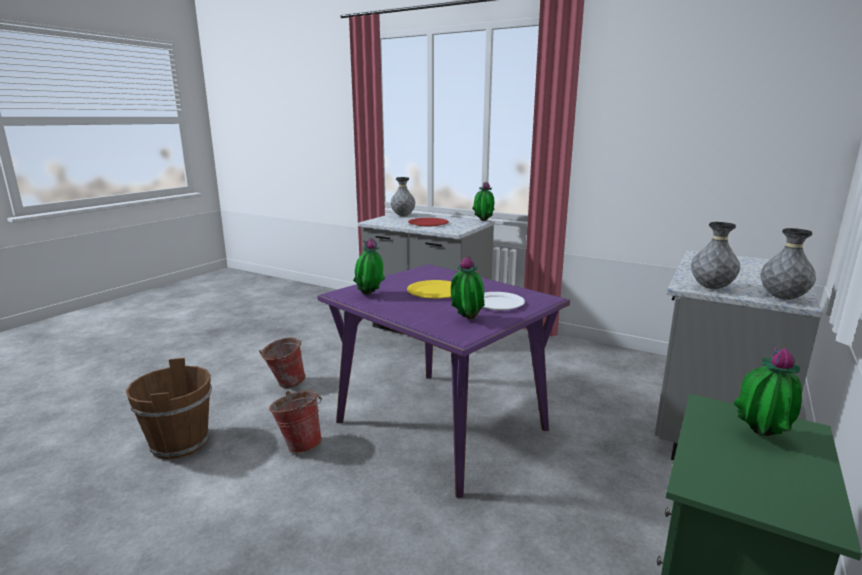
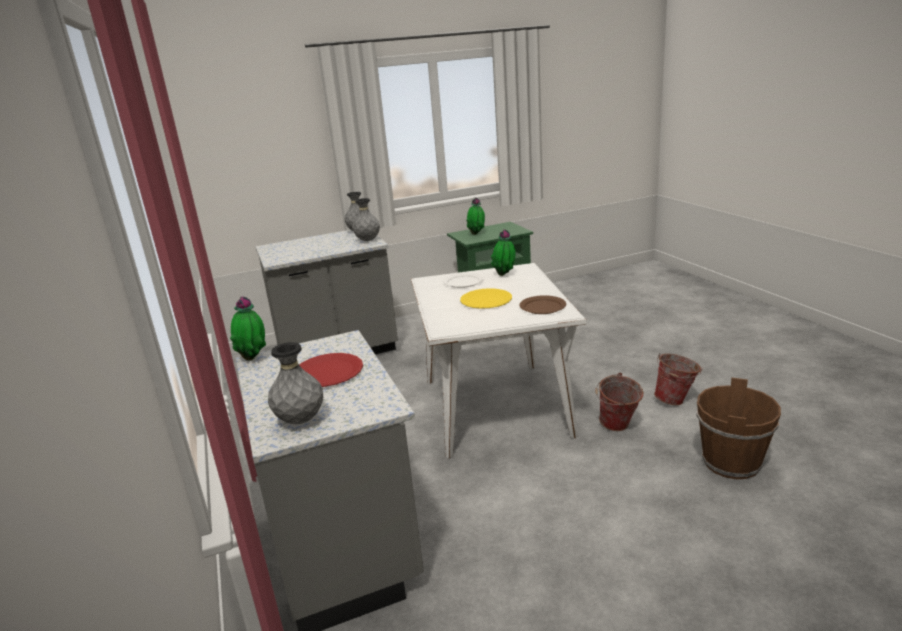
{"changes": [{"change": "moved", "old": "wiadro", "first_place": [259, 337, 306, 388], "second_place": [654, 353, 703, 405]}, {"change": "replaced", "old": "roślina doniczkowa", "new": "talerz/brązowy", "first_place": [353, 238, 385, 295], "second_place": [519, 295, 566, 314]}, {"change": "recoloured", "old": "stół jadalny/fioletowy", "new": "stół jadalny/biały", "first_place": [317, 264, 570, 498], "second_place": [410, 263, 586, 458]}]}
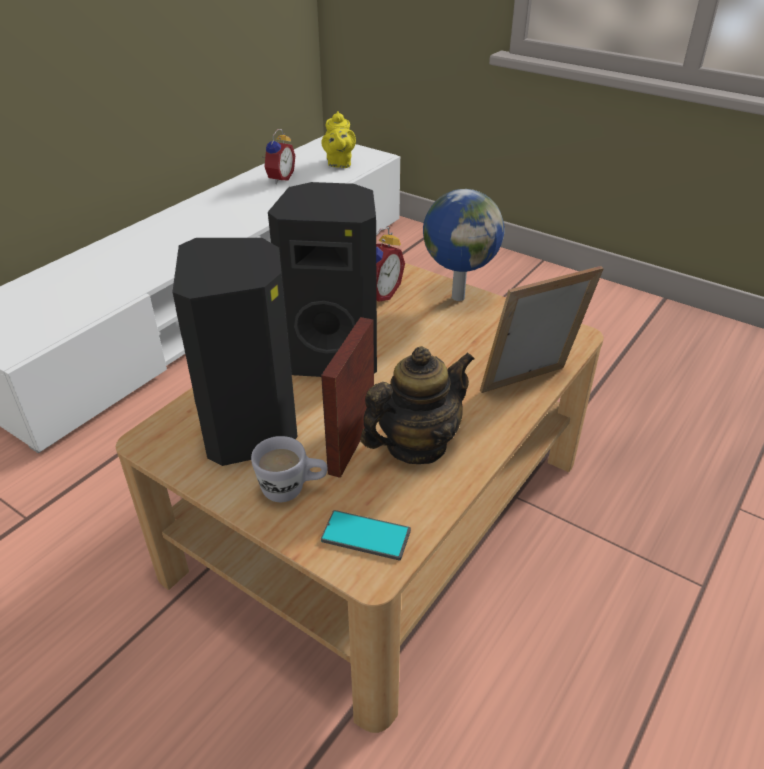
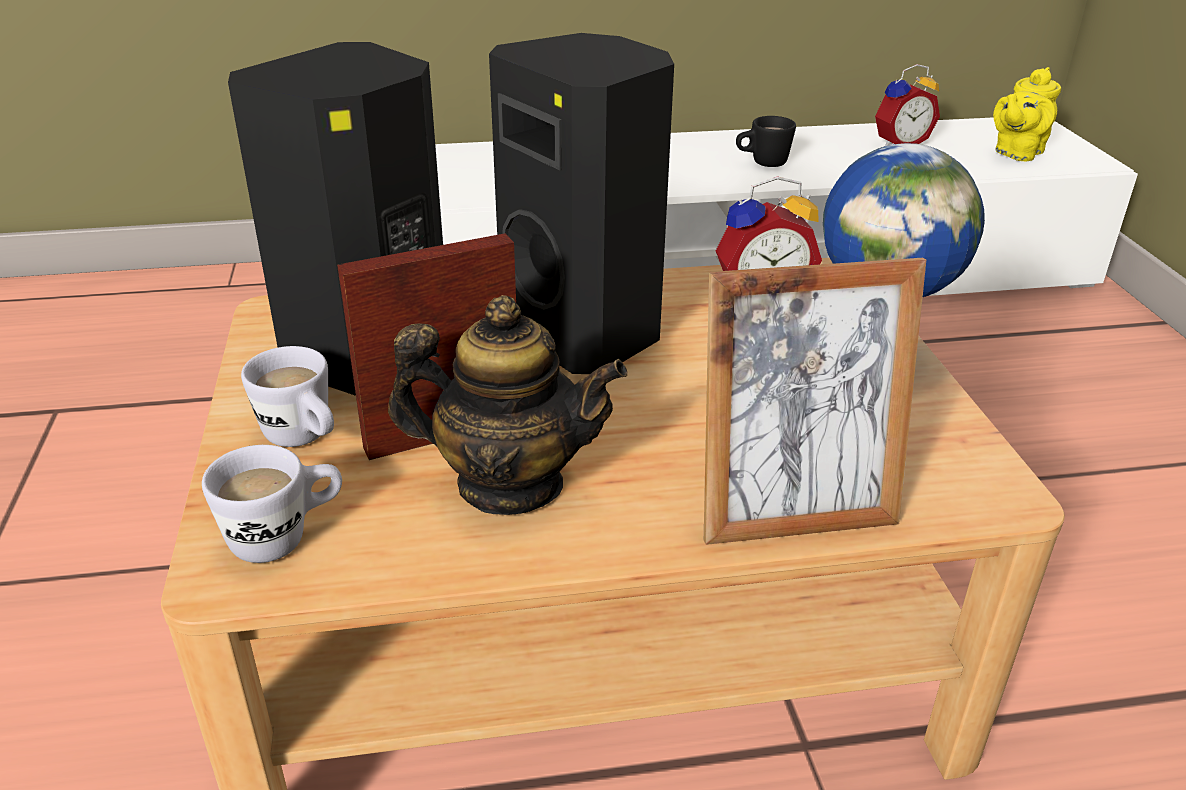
{"changes": [{"change": "added", "new": "kubek/czarny", "second_place": [736, 116, 796, 167]}, {"change": "replaced", "old": "telefon", "new": "kubek/biały", "first_place": [321, 510, 411, 560], "second_place": [202, 445, 342, 563]}, {"change": "turned", "old": "ramka na zdjęcie", "first_place": [480, 266, 604, 393], "second_place": [704, 258, 926, 545], "degrees": 150}]}
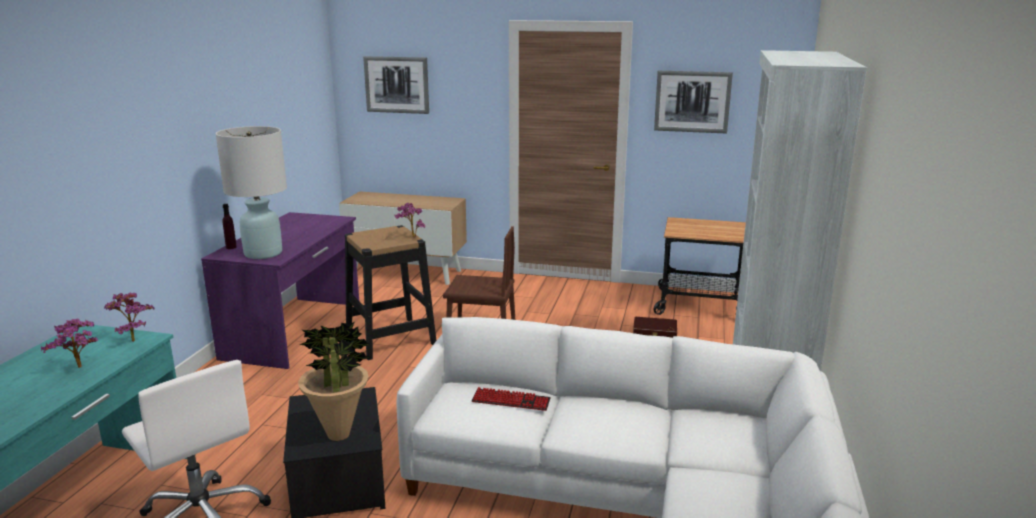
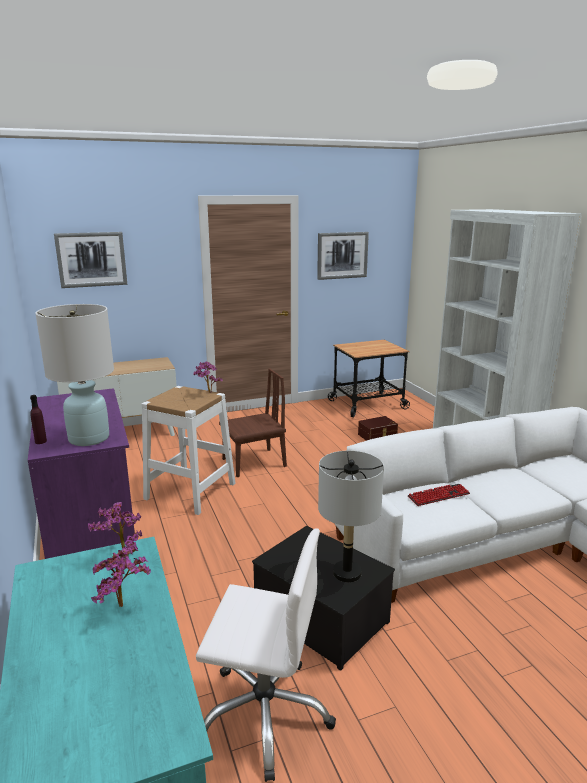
{"changes": [{"change": "replaced", "old": "roślina doniczkowa", "new": "lampa stołowa/szary", "first_place": [298, 322, 371, 441], "second_place": [318, 451, 384, 582]}, {"change": "recoloured", "old": "stołek/czarny", "new": "stołek/biały", "first_place": [345, 225, 437, 360], "second_place": [142, 386, 236, 515]}]}
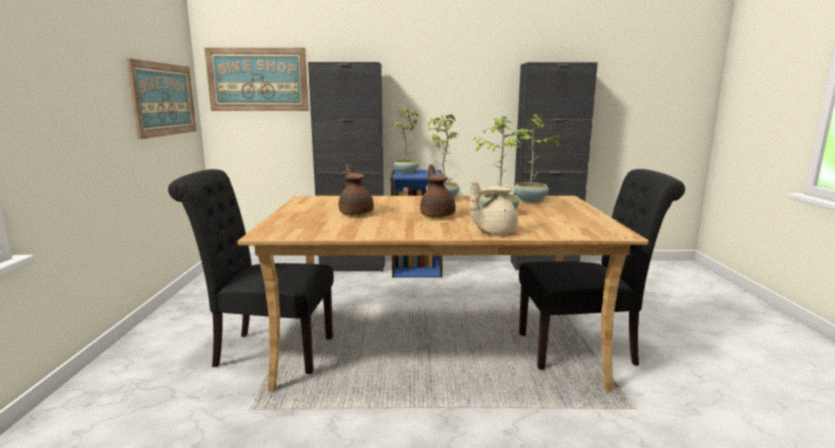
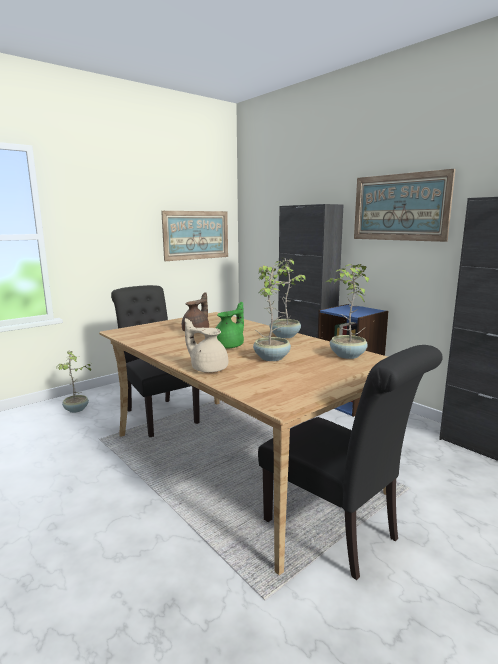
{"changes": [{"change": "moved", "old": "obraz", "first_place": [205, 48, 309, 111], "second_place": [354, 169, 456, 242]}, {"change": "moved", "old": "roślina doniczkowa", "first_place": [394, 108, 419, 174], "second_place": [56, 350, 94, 413]}, {"change": "recoloured", "old": "imbryk/brązowy", "new": "imbryk/zielony", "first_place": [420, 164, 456, 218], "second_place": [216, 302, 244, 348]}]}
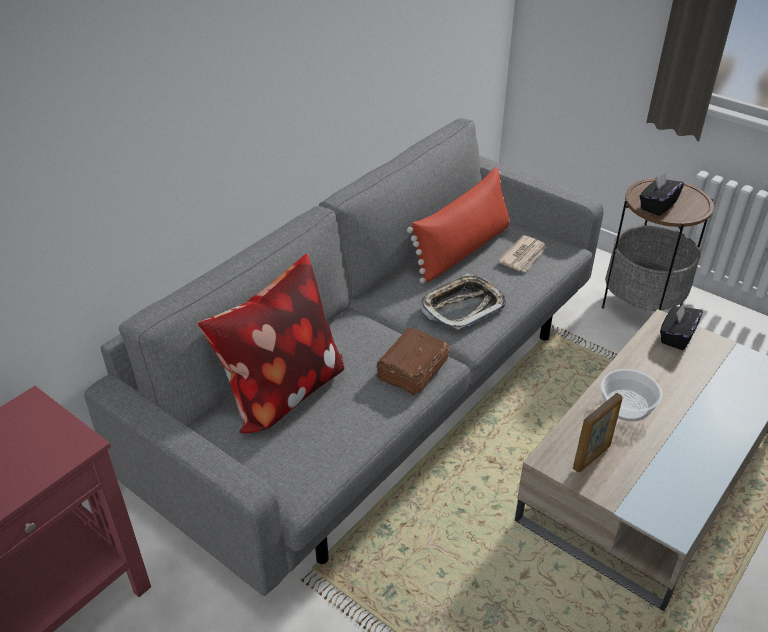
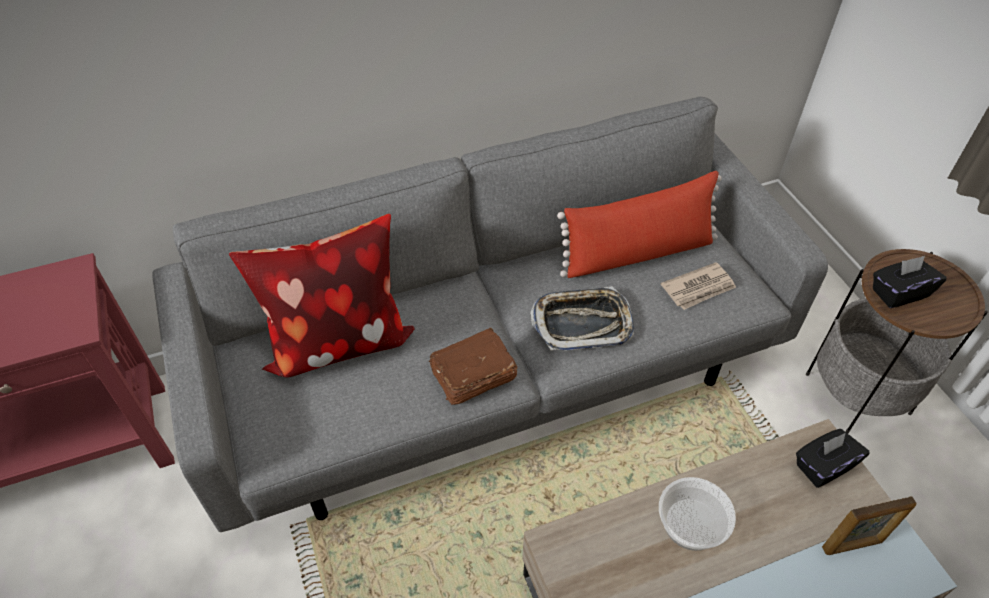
{"changes": [{"change": "moved", "old": "ramka na zdjęcie", "first_place": [573, 393, 623, 472], "second_place": [822, 496, 916, 555]}]}
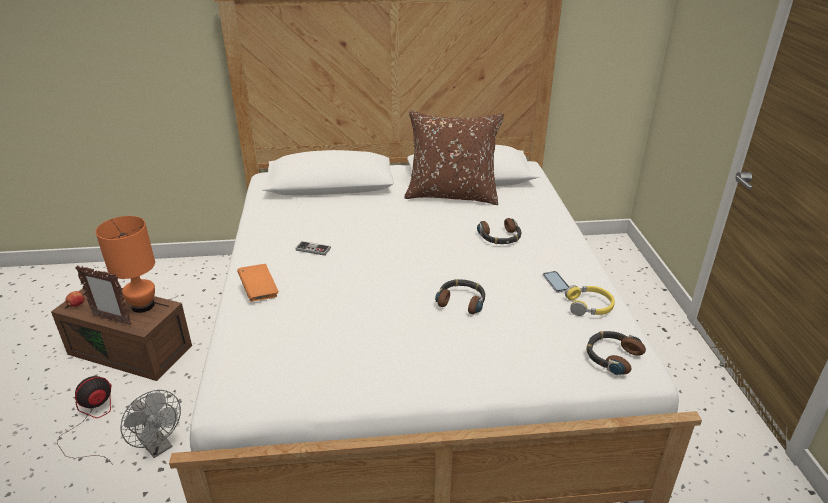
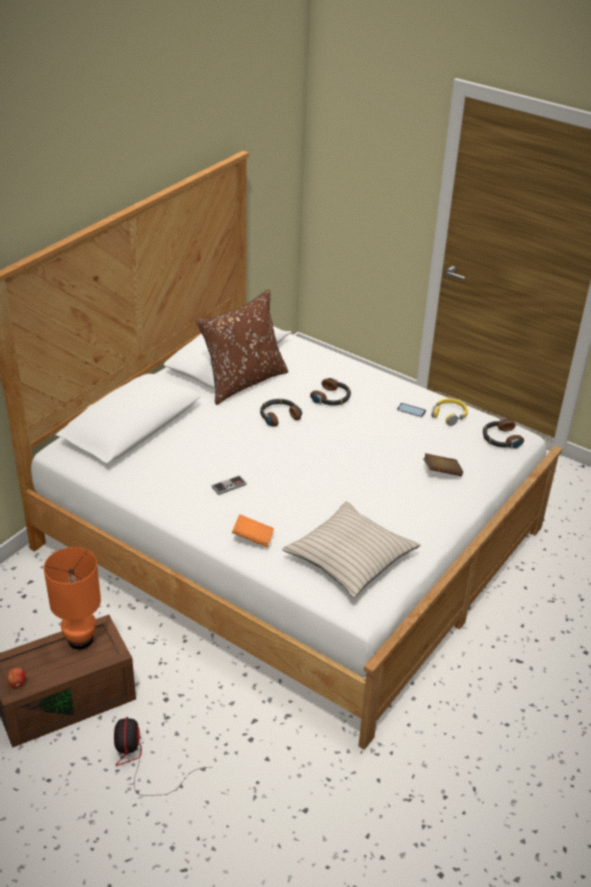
{"changes": [{"change": "removed", "old": "ramka na zdjęcie", "first_place": [75, 265, 132, 326]}, {"change": "removed", "old": "wentylator/szary", "first_place": [121, 390, 181, 458]}, {"change": "added", "new": "poduszka/beżowy", "second_place": [282, 501, 420, 598]}, {"change": "added", "new": "książka/brązowy", "second_place": [423, 453, 463, 476]}, {"change": "moved", "old": "słuchawki", "first_place": [435, 279, 485, 314], "second_place": [260, 398, 302, 427]}]}
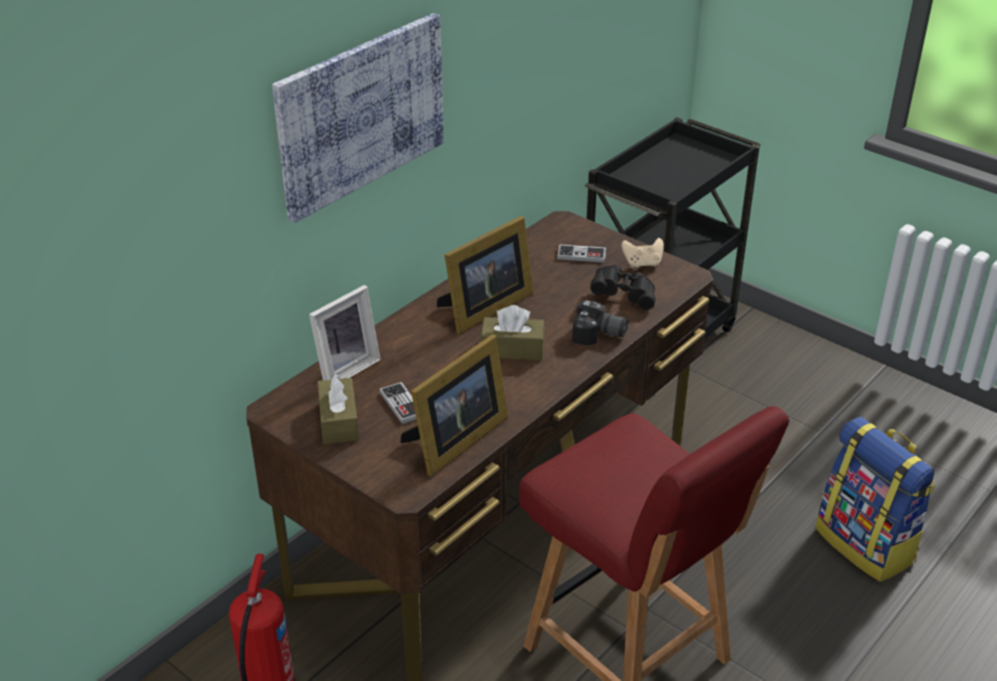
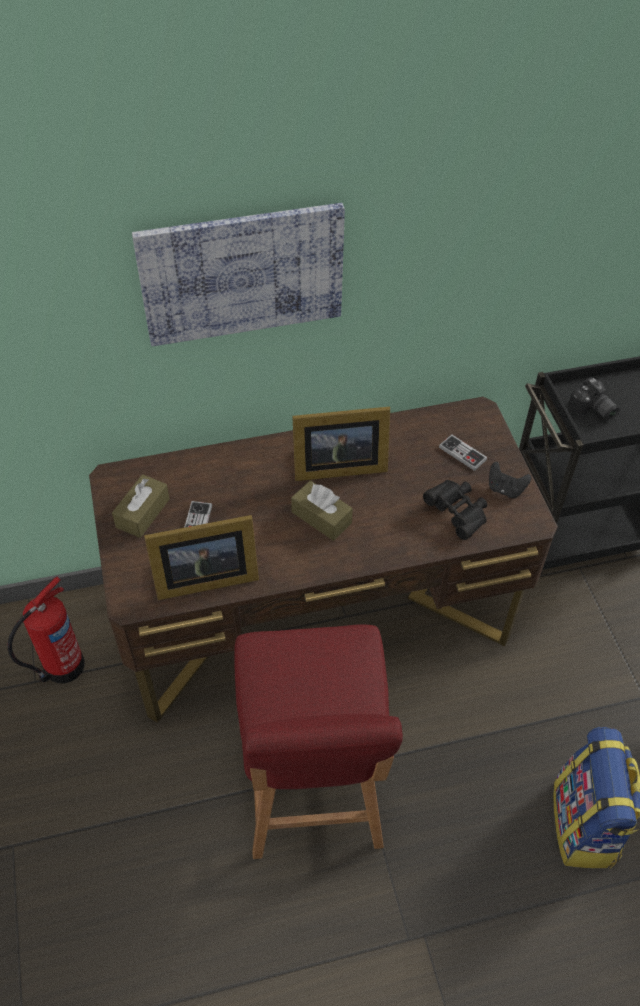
{"changes": [{"change": "removed", "old": "ramka na zdjęcie", "first_place": [309, 285, 381, 381]}, {"change": "moved", "old": "aparat fotograficzny", "first_place": [572, 300, 628, 345], "second_place": [568, 377, 620, 420]}, {"change": "recoloured", "old": "pad do gier/beżowy", "new": "pad do gier/czarny", "first_place": [621, 238, 664, 268], "second_place": [489, 462, 531, 498]}]}
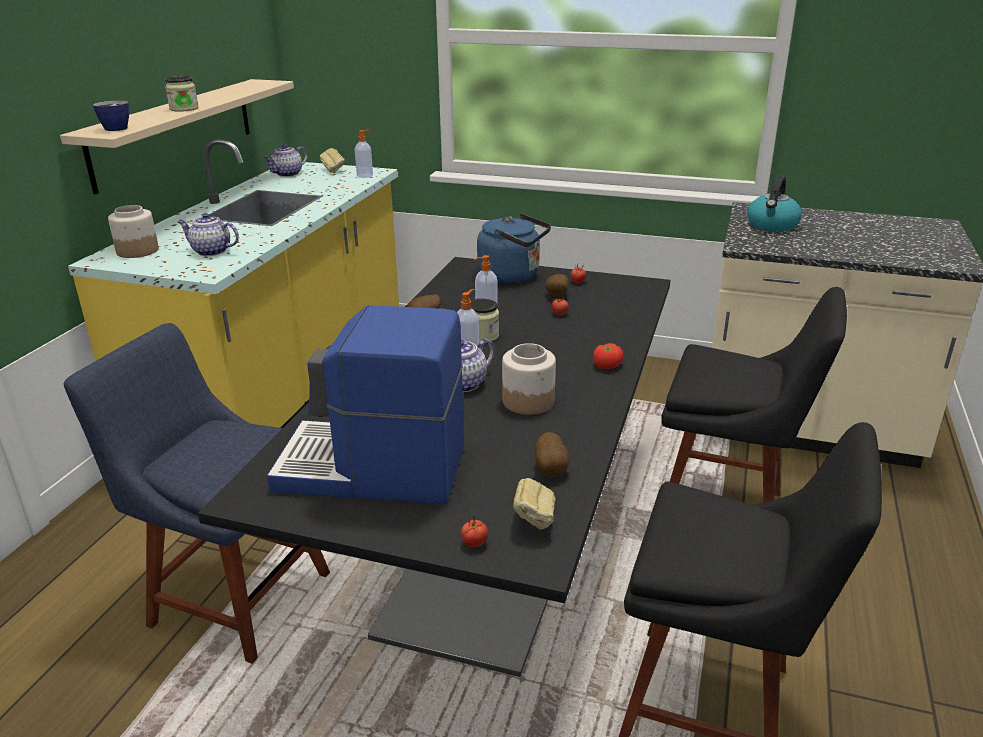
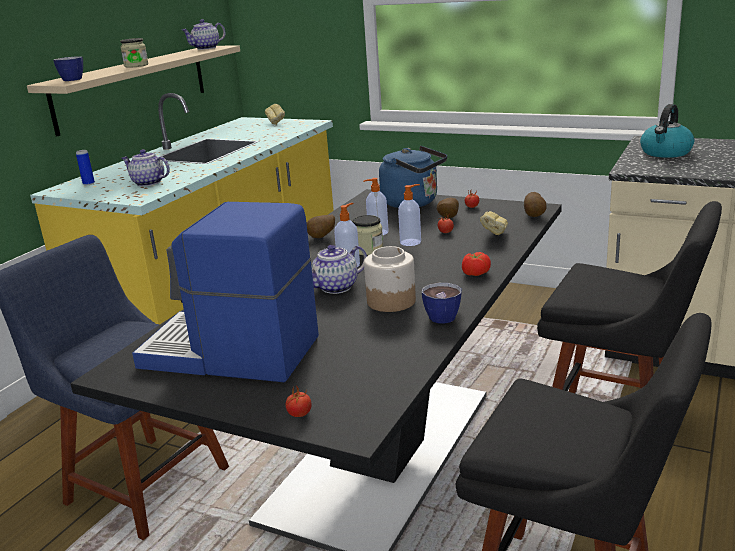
{"changes": [{"change": "added", "new": "filiżanka", "second_place": [422, 283, 462, 324]}, {"change": "moved", "old": "imbryk", "first_place": [263, 144, 307, 177], "second_place": [182, 19, 226, 50]}, {"change": "moved", "old": "dozownik mydła", "first_place": [355, 130, 373, 178], "second_place": [398, 184, 421, 246]}, {"change": "moved", "old": "chleb", "first_place": [513, 478, 555, 529], "second_place": [480, 211, 508, 235]}, {"change": "moved", "old": "ziemniak", "first_place": [535, 432, 570, 476], "second_place": [524, 192, 547, 217]}, {"change": "replaced", "old": "słoik", "new": "puszka", "first_place": [108, 205, 159, 258], "second_place": [76, 150, 95, 185]}]}
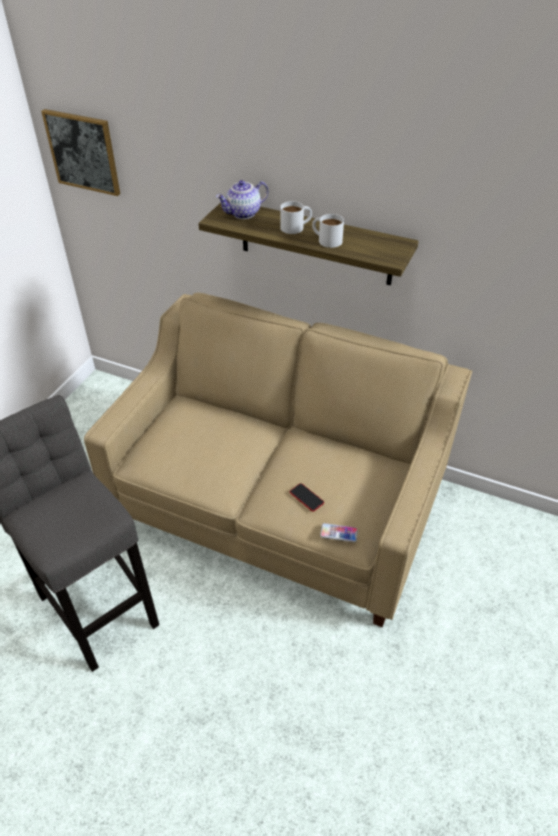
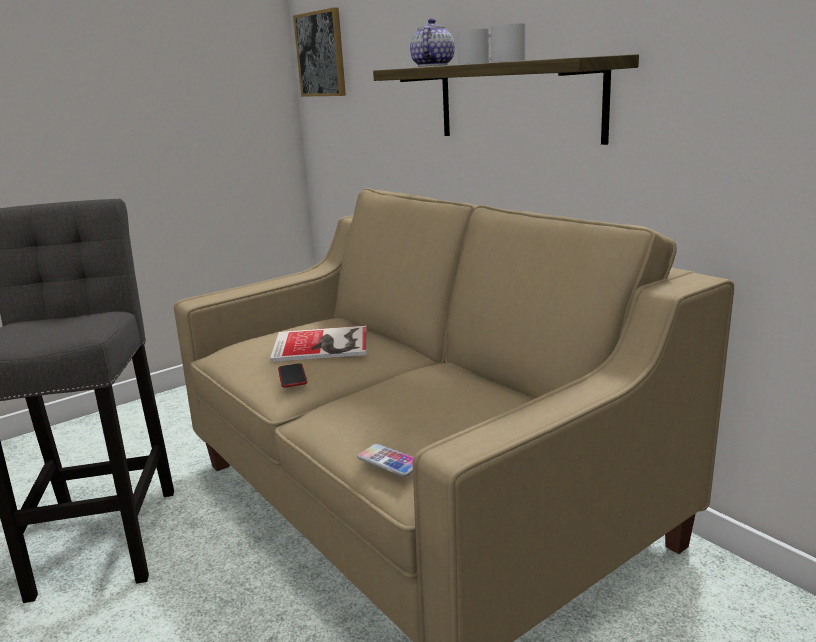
{"changes": [{"change": "added", "new": "książka", "second_place": [270, 326, 366, 362]}, {"change": "moved", "old": "telefon", "first_place": [290, 483, 324, 512], "second_place": [278, 363, 307, 387]}, {"change": "turned", "old": "imbryk", "first_place": [216, 180, 268, 219], "second_place": [410, 19, 455, 67], "degrees": 105}]}
